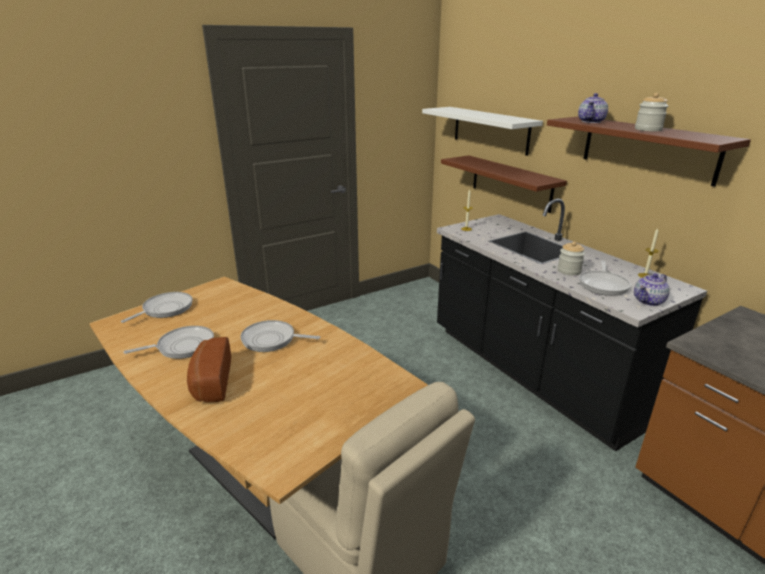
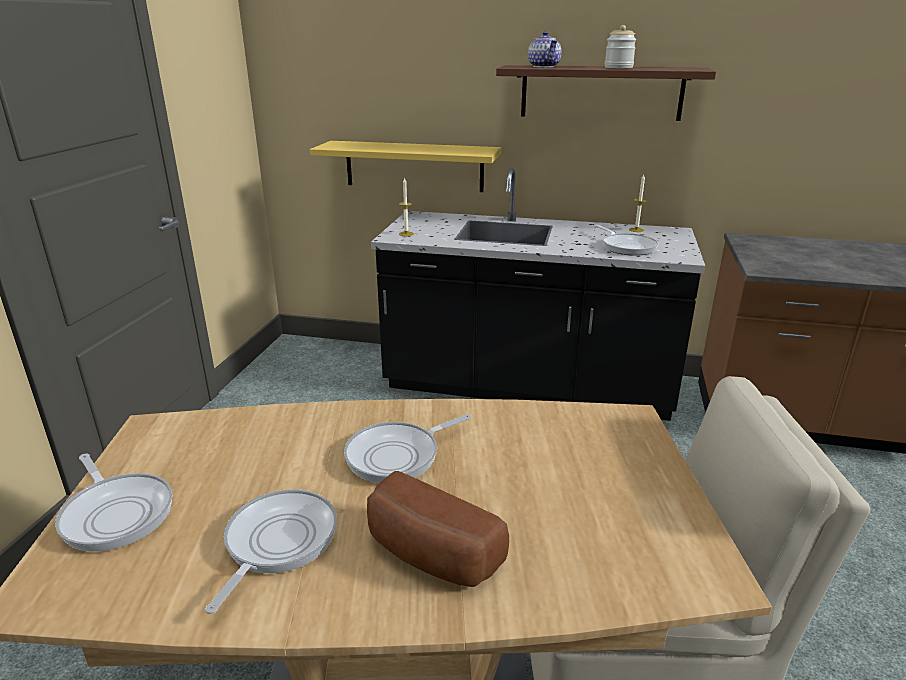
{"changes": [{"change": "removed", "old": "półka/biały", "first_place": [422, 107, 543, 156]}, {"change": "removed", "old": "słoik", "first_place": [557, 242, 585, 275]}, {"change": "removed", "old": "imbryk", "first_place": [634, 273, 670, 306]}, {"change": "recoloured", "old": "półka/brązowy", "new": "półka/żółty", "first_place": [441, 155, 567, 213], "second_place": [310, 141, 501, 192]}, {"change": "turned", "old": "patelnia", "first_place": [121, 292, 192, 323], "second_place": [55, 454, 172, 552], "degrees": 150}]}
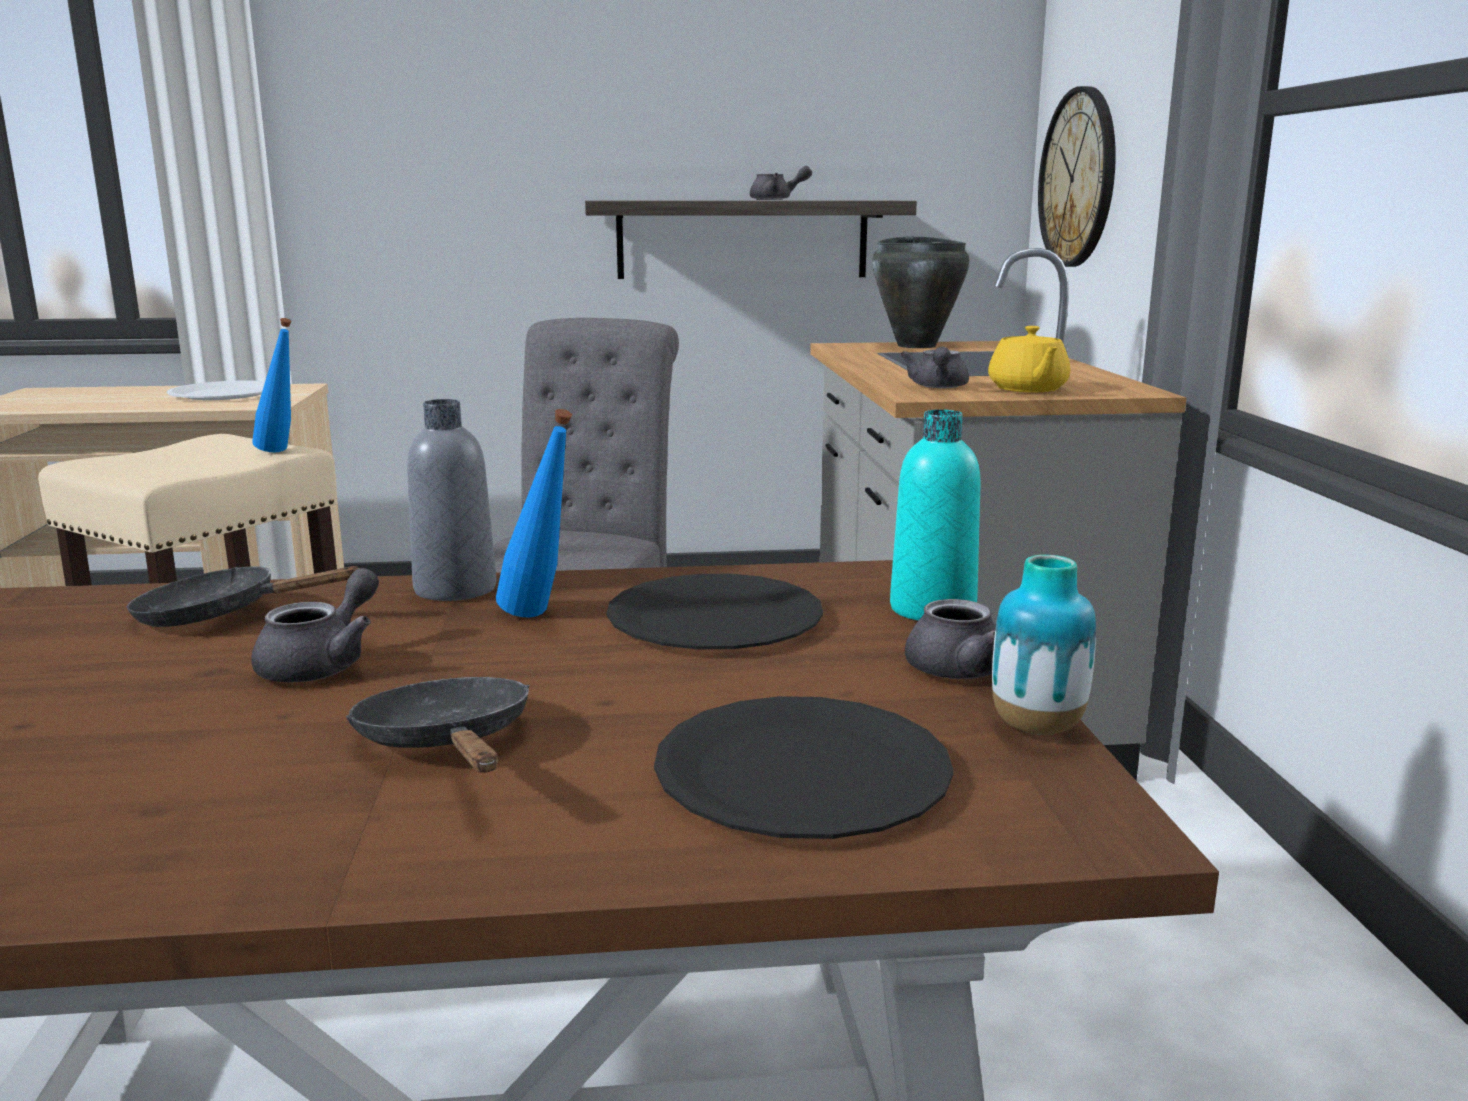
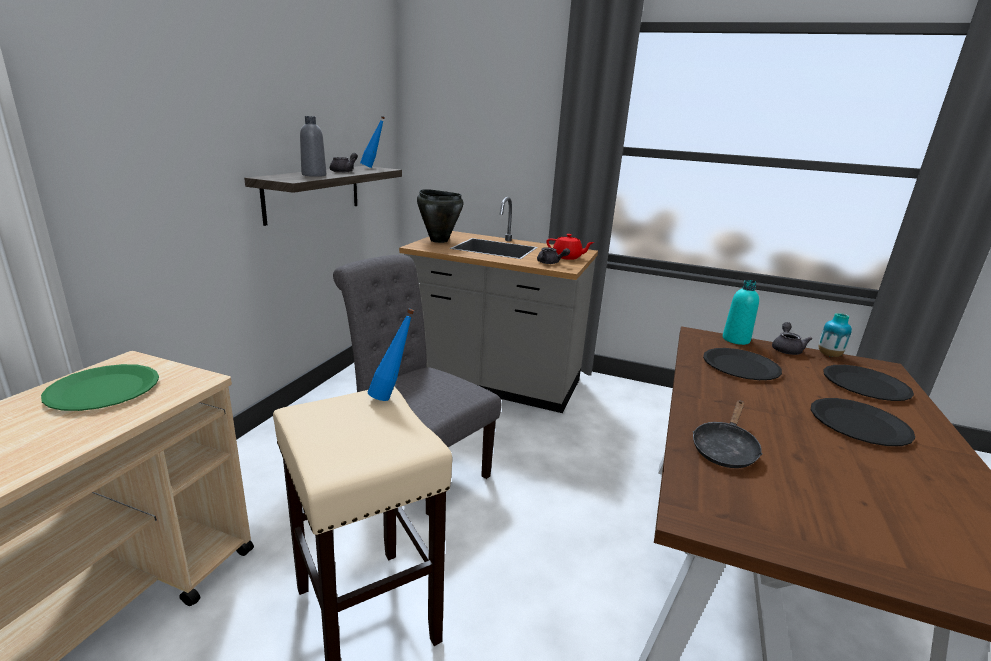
{"changes": [{"change": "removed", "old": "imbryk/szary", "first_place": [251, 568, 379, 683]}, {"change": "removed", "old": "zegar ścienny", "first_place": [1038, 86, 1116, 267]}, {"change": "moved", "old": "butelka/szary", "first_place": [407, 399, 496, 601], "second_place": [300, 116, 326, 177]}, {"change": "moved", "old": "butelka/niebieski", "first_place": [496, 409, 572, 617], "second_place": [360, 116, 385, 168]}, {"change": "replaced", "old": "patelnia/czarny", "new": "talerz/czarny", "first_place": [346, 677, 530, 773], "second_place": [811, 398, 915, 446]}, {"change": "recoloured", "old": "talerz/biały", "new": "talerz/zielony", "first_place": [167, 380, 265, 400], "second_place": [41, 364, 159, 411]}, {"change": "recoloured", "old": "imbryk/żółty", "new": "imbryk/czerwony", "first_place": [988, 326, 1070, 392], "second_place": [546, 234, 595, 260]}]}
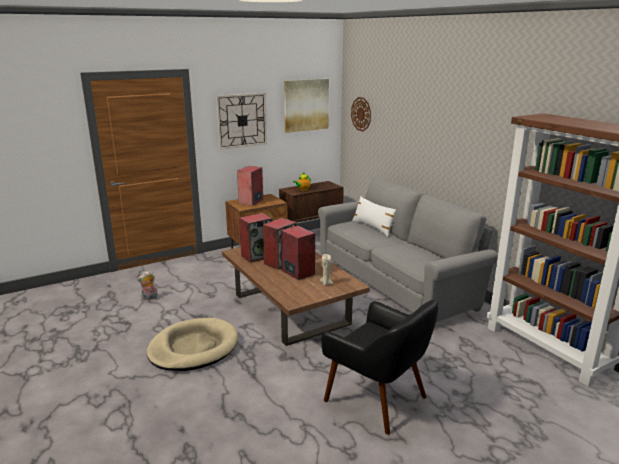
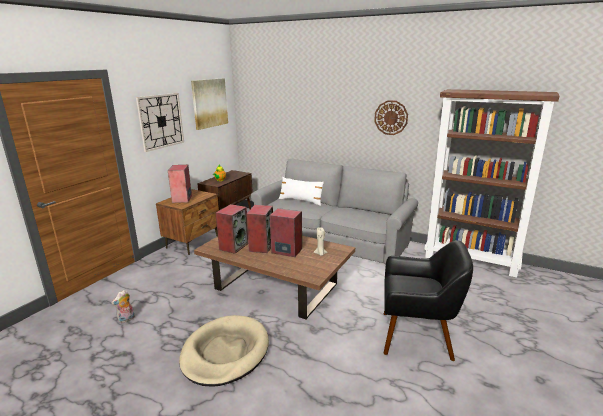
{"changes": [{"change": "moved", "old": "zegar ścienny", "first_place": [351, 97, 371, 131], "second_place": [374, 100, 408, 135]}]}
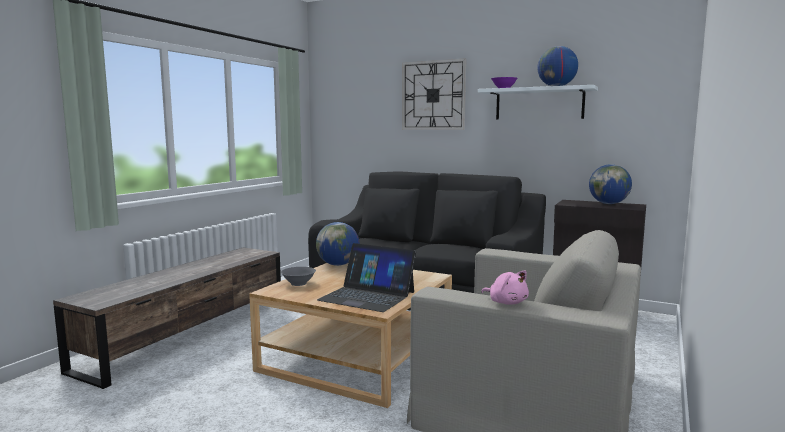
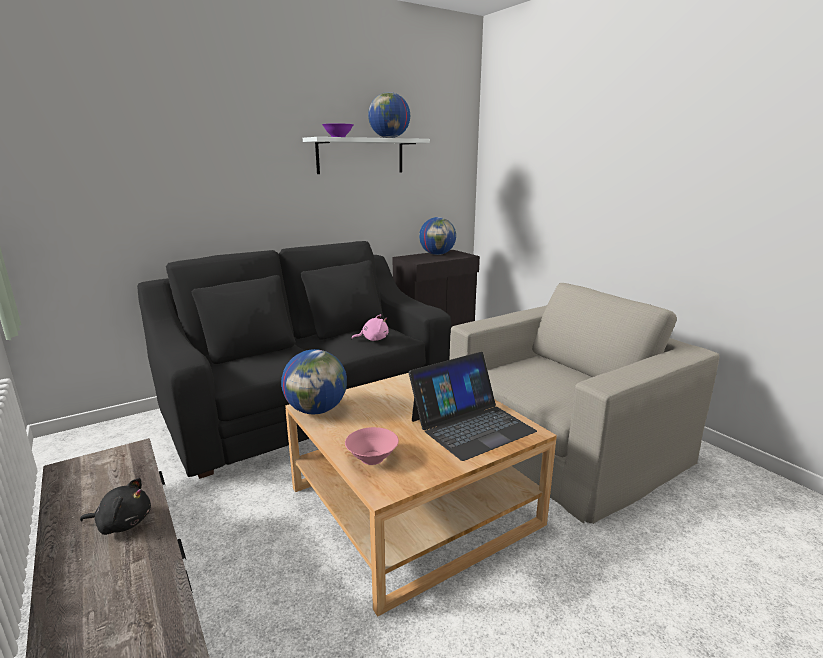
{"changes": [{"change": "removed", "old": "zegar ścienny", "first_place": [402, 59, 466, 130]}, {"change": "added", "new": "pluszak/czarny", "second_place": [80, 478, 151, 535]}, {"change": "moved", "old": "pluszak/różowy", "first_place": [481, 271, 529, 305], "second_place": [351, 314, 389, 341]}, {"change": "recoloured", "old": "miska/szary", "new": "miska/różowy", "first_place": [281, 267, 316, 286], "second_place": [345, 427, 399, 465]}]}
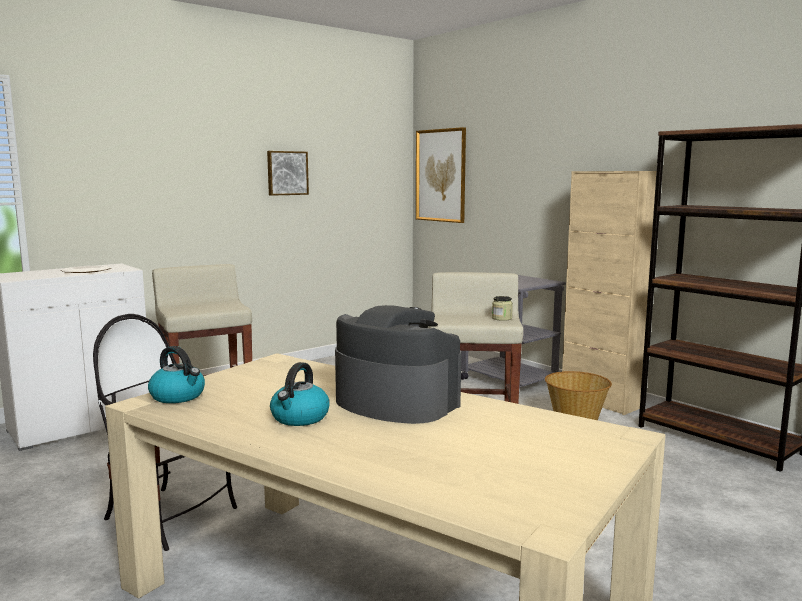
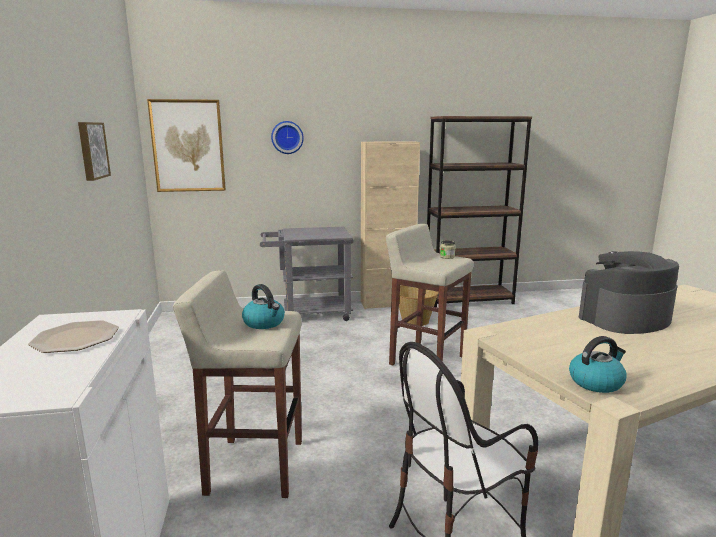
{"changes": [{"change": "added", "new": "zegar ścienny", "second_place": [271, 121, 304, 154]}, {"change": "moved", "old": "czajnik", "first_place": [270, 362, 330, 426], "second_place": [242, 284, 285, 329]}]}
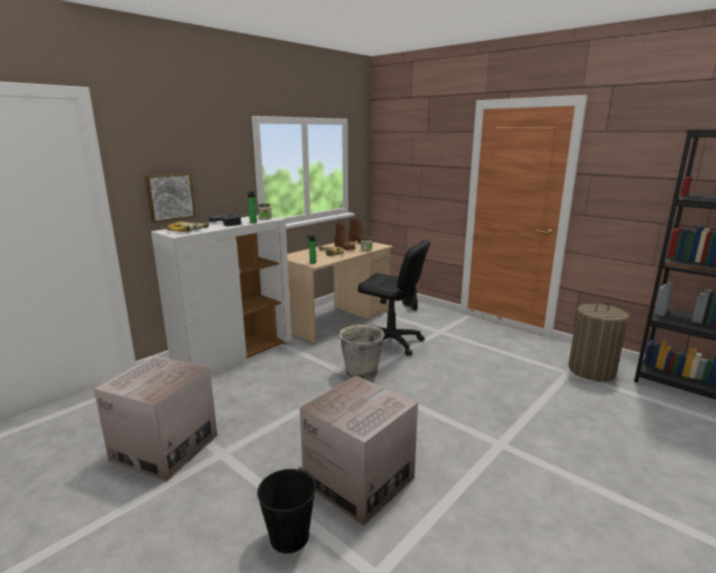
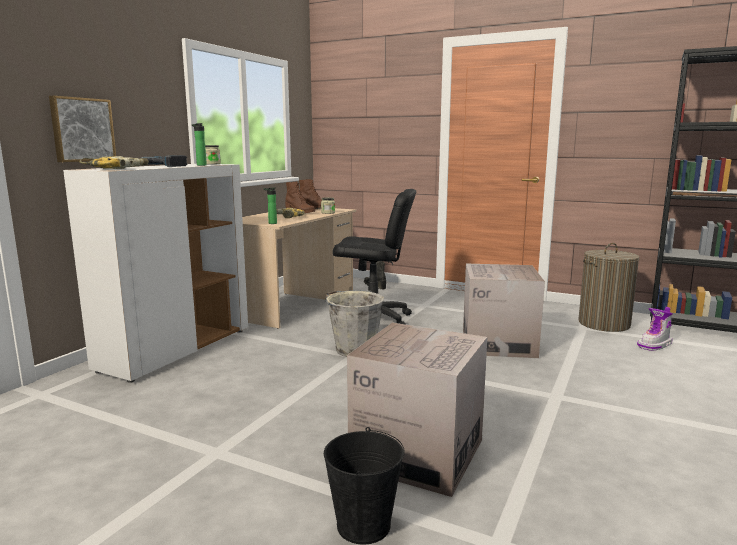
{"changes": [{"change": "added", "new": "but z cholewką", "second_place": [637, 307, 673, 351]}, {"change": "moved", "old": "karton", "first_place": [94, 355, 218, 481], "second_place": [463, 264, 545, 358]}]}
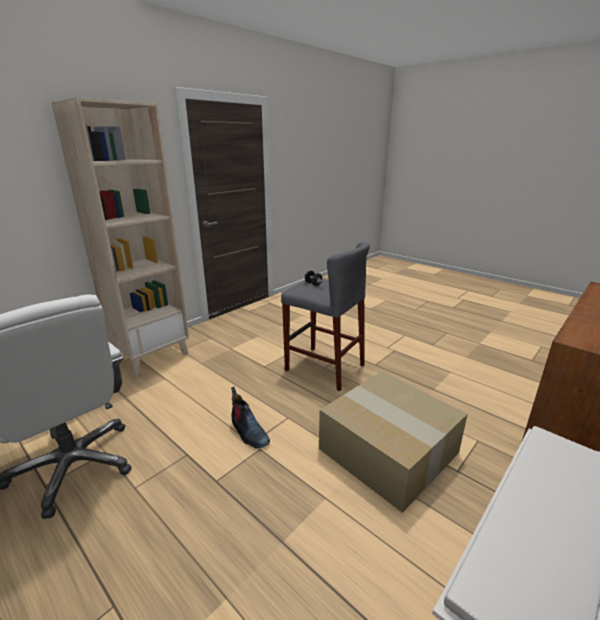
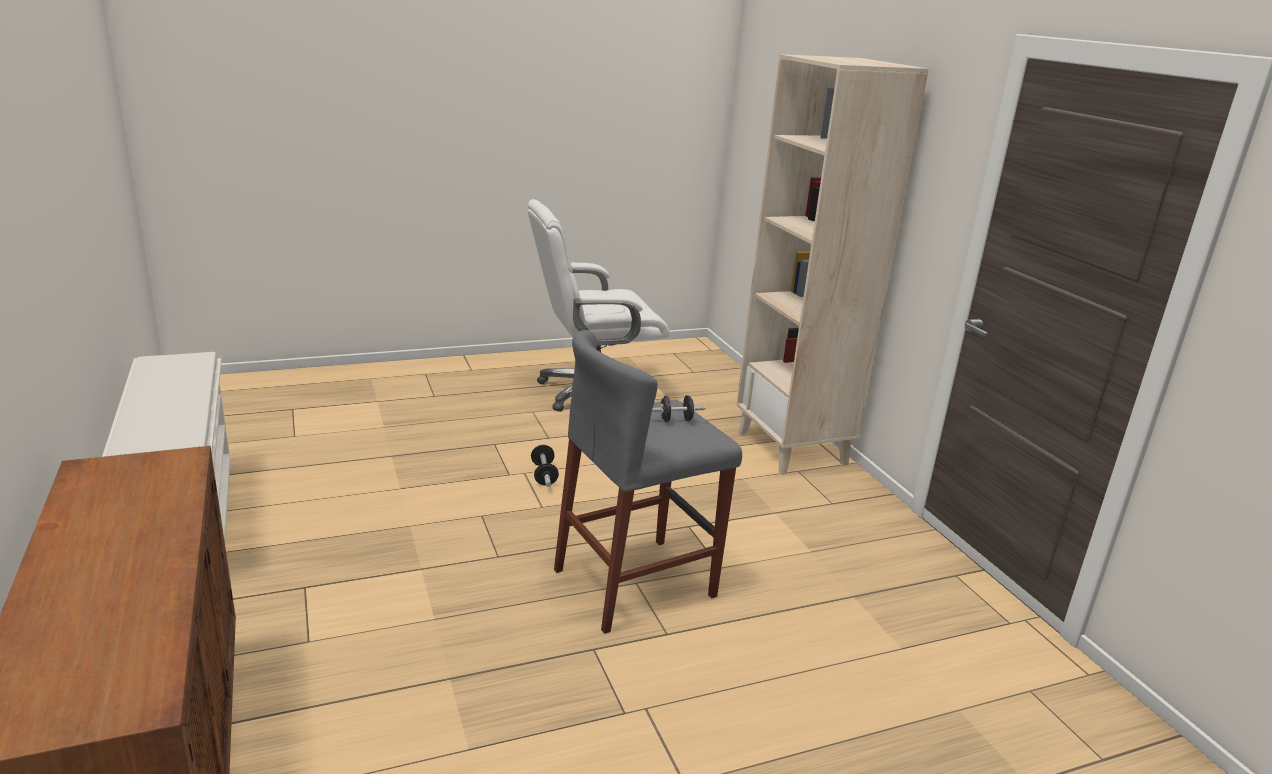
{"changes": [{"change": "removed", "old": "karton", "first_place": [319, 371, 468, 513]}, {"change": "replaced", "old": "but z cholewką", "new": "hantel", "first_place": [231, 387, 270, 449], "second_place": [531, 444, 559, 487]}]}
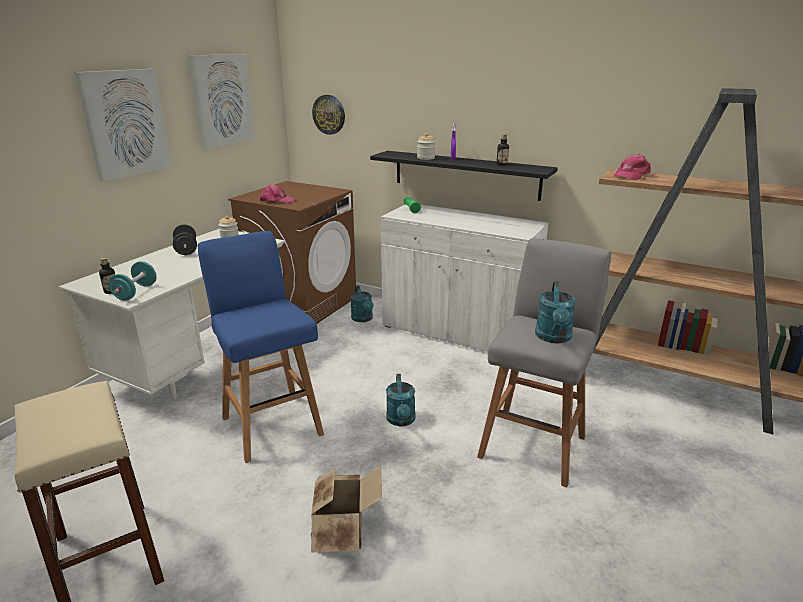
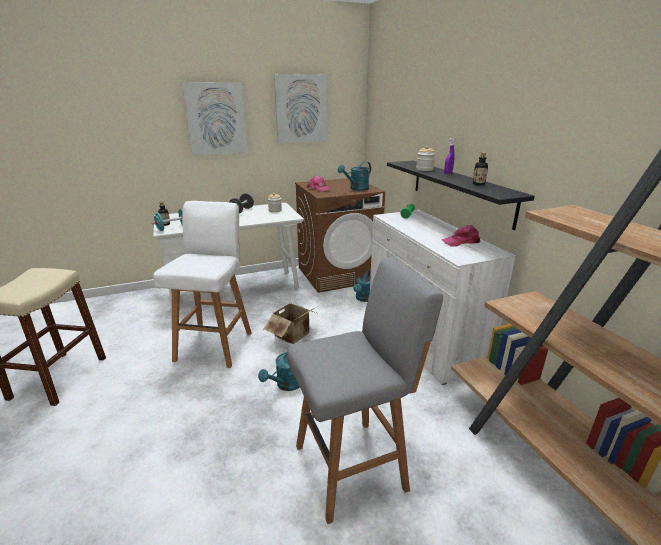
{"changes": [{"change": "removed", "old": "zegar ścienny", "first_place": [312, 95, 345, 135]}, {"change": "moved", "old": "karton", "first_place": [311, 466, 382, 552], "second_place": [264, 303, 318, 344]}, {"change": "moved", "old": "konewka/turkusowy", "first_place": [535, 281, 576, 343], "second_place": [338, 162, 371, 191]}, {"change": "moved", "old": "czapka z daszkiem/różowy", "first_place": [614, 154, 651, 180], "second_place": [442, 225, 480, 247]}, {"change": "recoloured", "old": "stołek/niebieski", "new": "stołek/biały", "first_place": [198, 231, 324, 463], "second_place": [153, 201, 252, 368]}]}
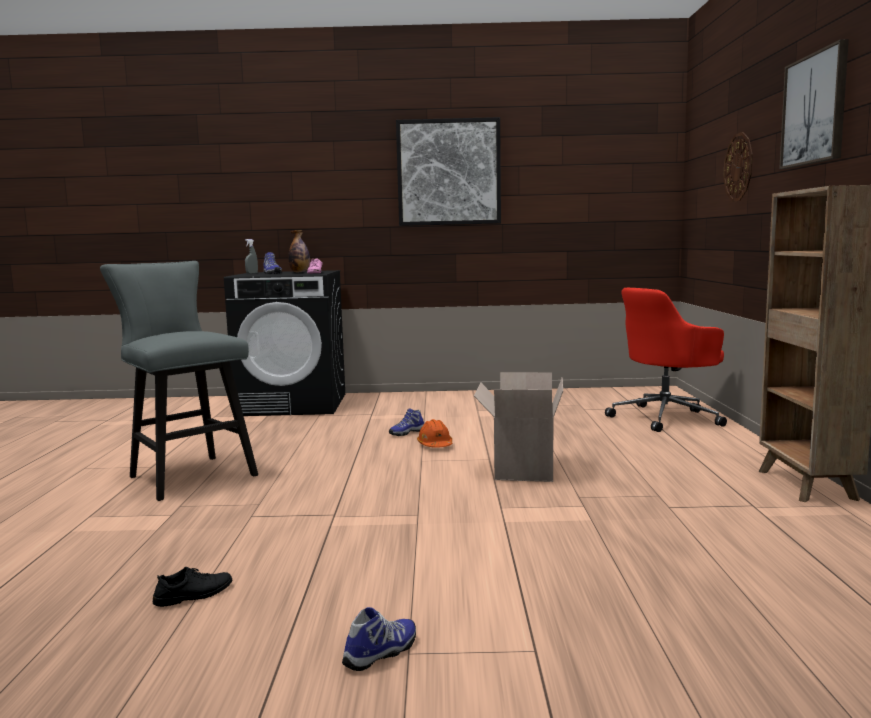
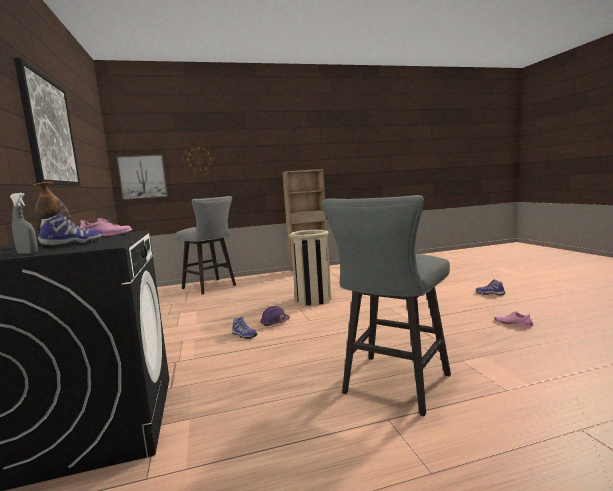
{"changes": [{"change": "moved", "old": "obraz", "first_place": [779, 39, 849, 169], "second_place": [116, 154, 168, 200]}, {"change": "replaced", "old": "karton", "new": "kosz na śmieci/beżowy", "first_place": [474, 372, 563, 482], "second_place": [289, 230, 331, 306]}, {"change": "replaced", "old": "krzesło biurowe/czerwony", "new": "stołek/szary", "first_place": [605, 288, 727, 432], "second_place": [176, 196, 236, 295]}, {"change": "recoloured", "old": "but/czarny", "new": "but/różowy", "first_place": [153, 567, 232, 607], "second_place": [494, 311, 533, 327]}, {"change": "recoloured", "old": "kask/pomarańczowy", "new": "kask/fioletowy", "first_place": [417, 419, 452, 448], "second_place": [260, 306, 290, 326]}]}
